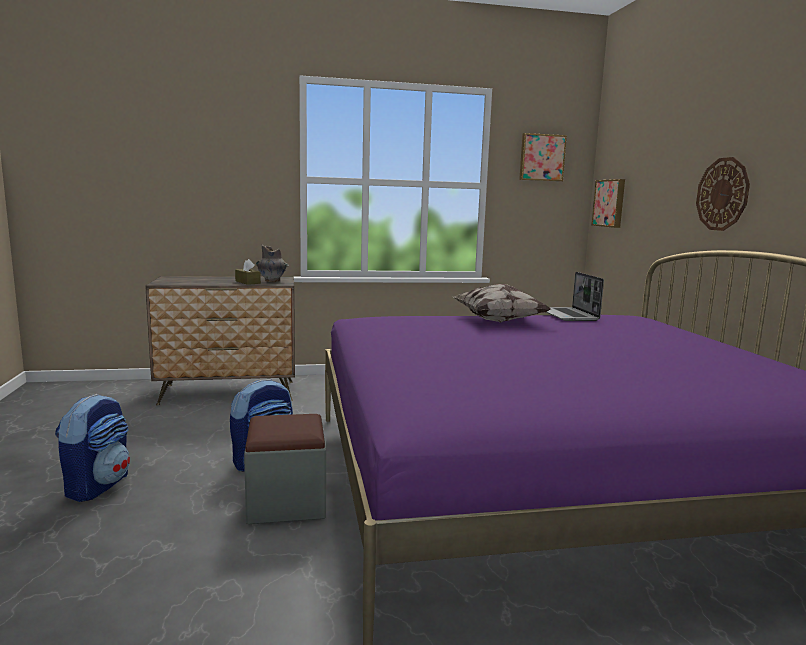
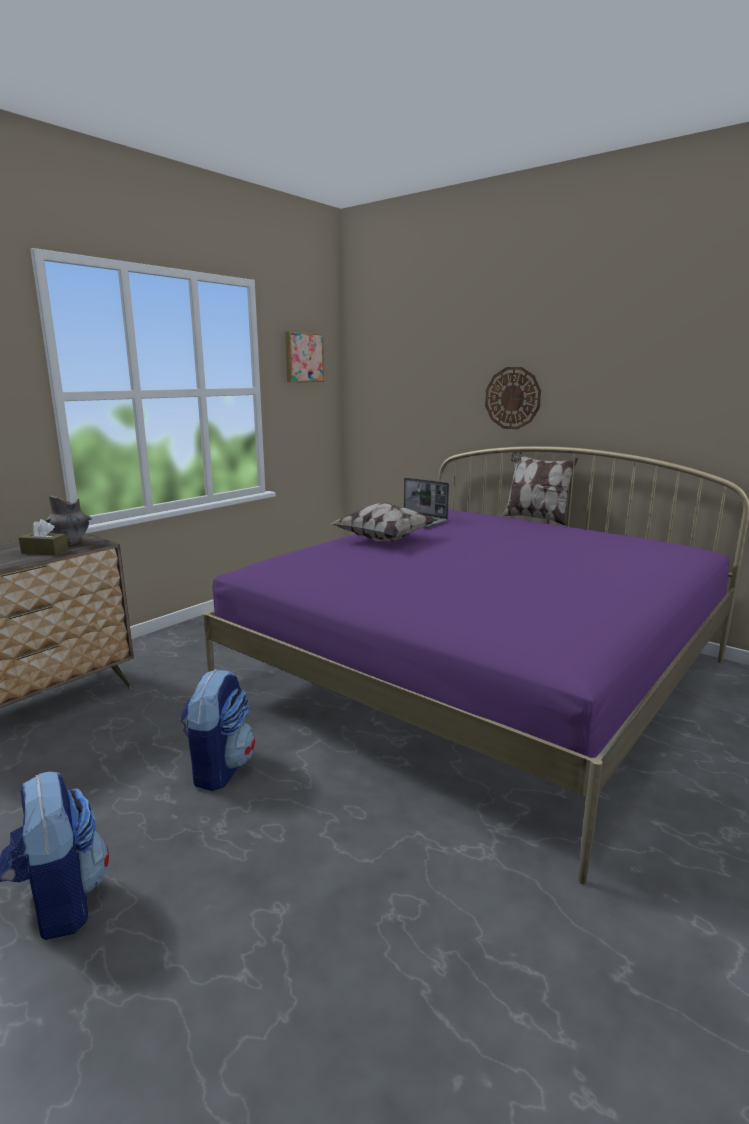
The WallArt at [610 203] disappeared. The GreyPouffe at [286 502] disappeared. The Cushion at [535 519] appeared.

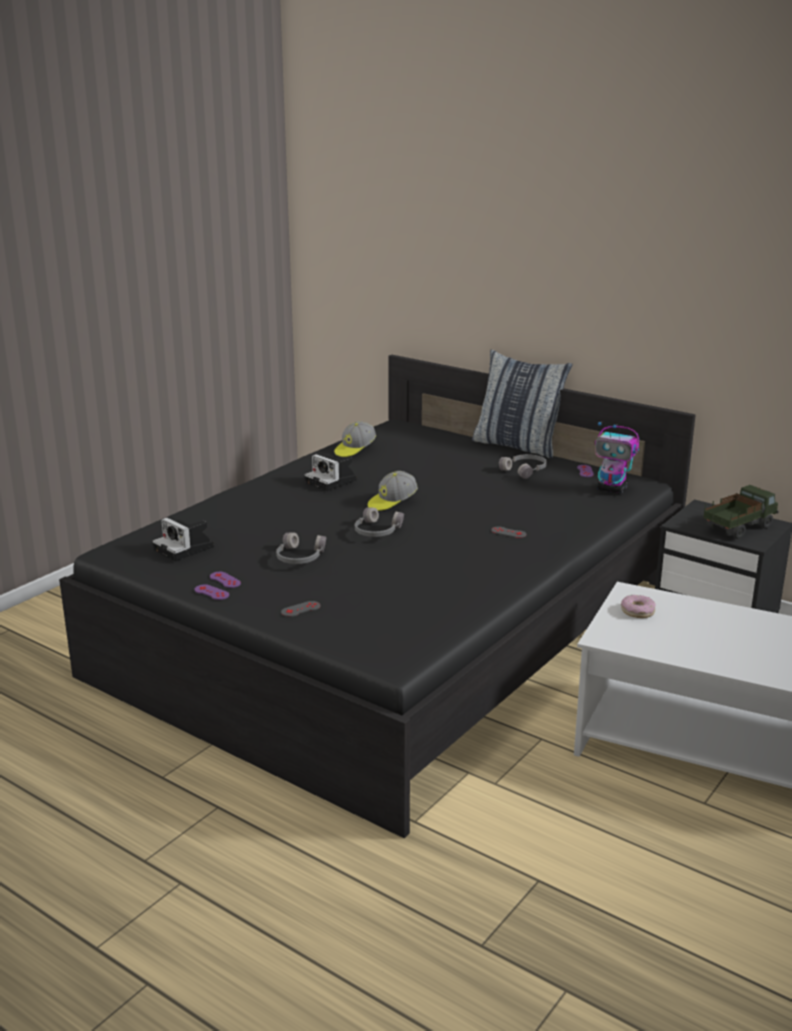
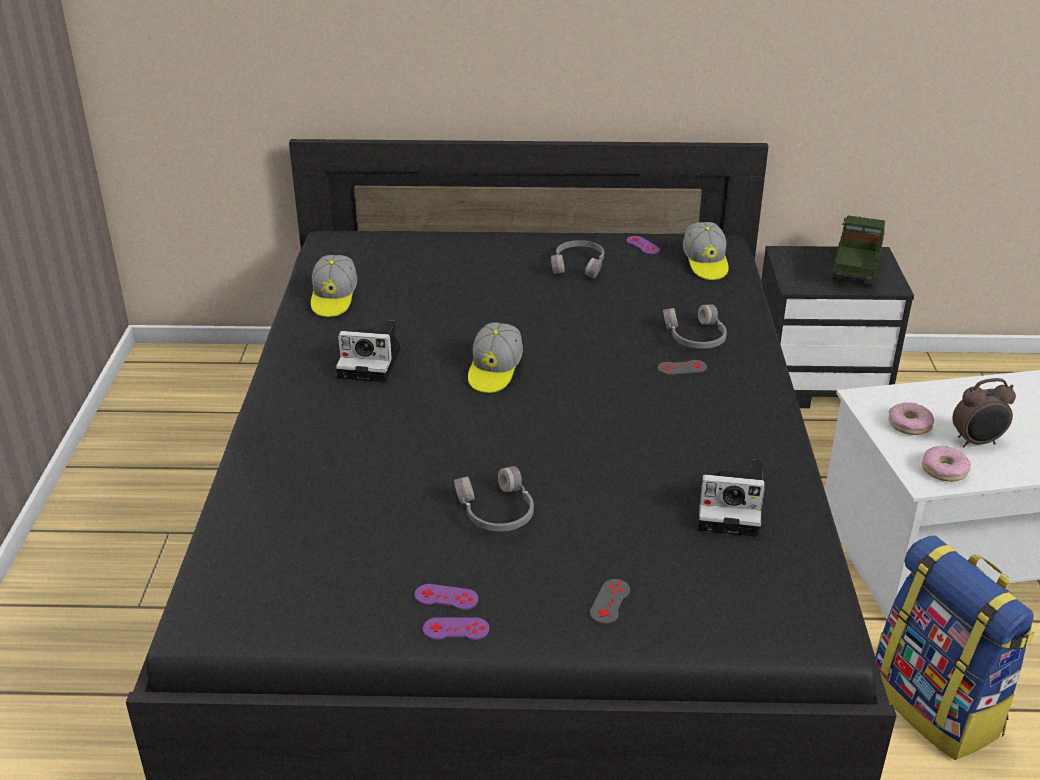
The Cushion at [517 446] disappeared. The ToyRobot at [612 490] was replaced by the PeakedCap at [705 263]. The GreyHeadset moved from [376 531] to [695 337]. The PhotoCamera moved from [186 549] to [732 509]. The TableClock at [977 442] appeared. The Donut at [944 470] appeared. The Backpack at [938 707] appeared.

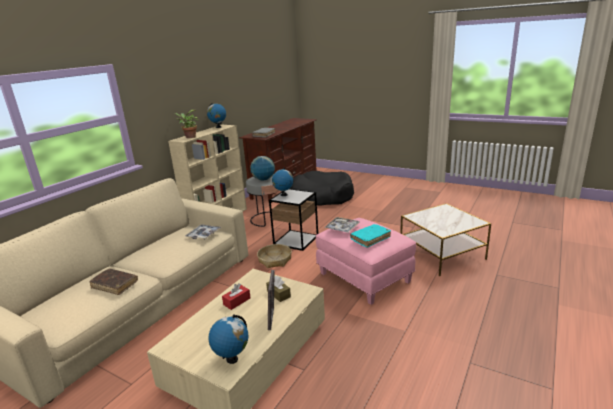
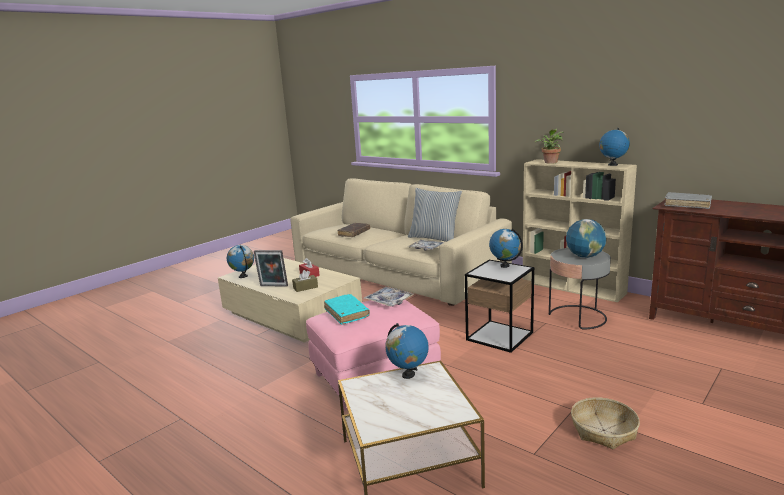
The BlackishPetBed at [322 197] disappeared. The HouseholdBasket moved from [275 260] to [603 430]. The Cushion at [435 238] appeared. The WorldGlobe at [408 375] appeared.

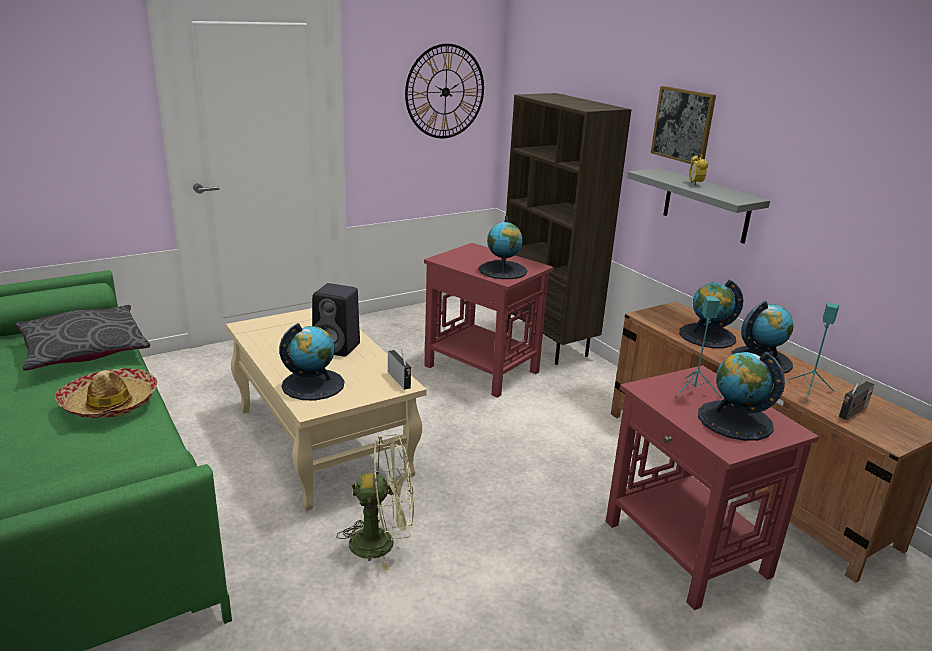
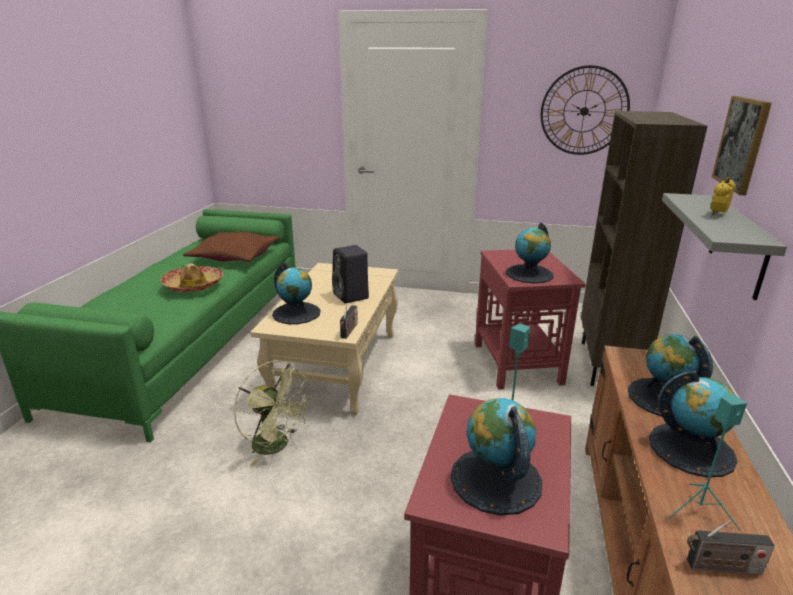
The GreyCushion at [84 350] became the BrownishCushion at [234 256].

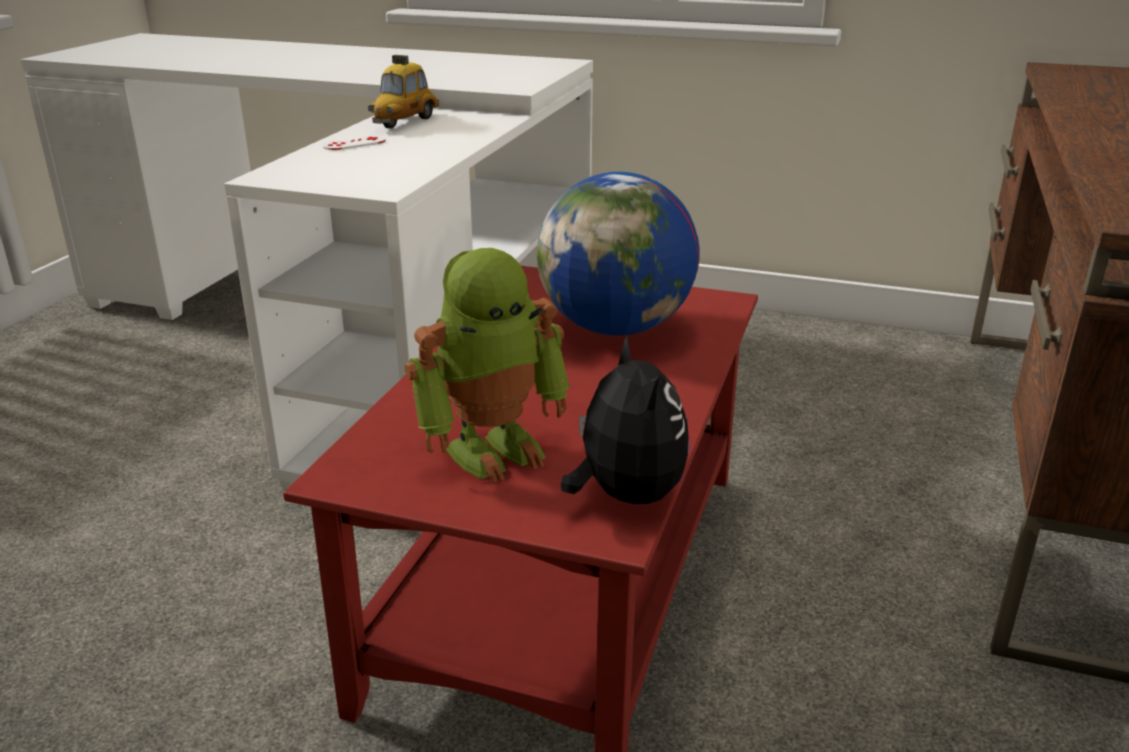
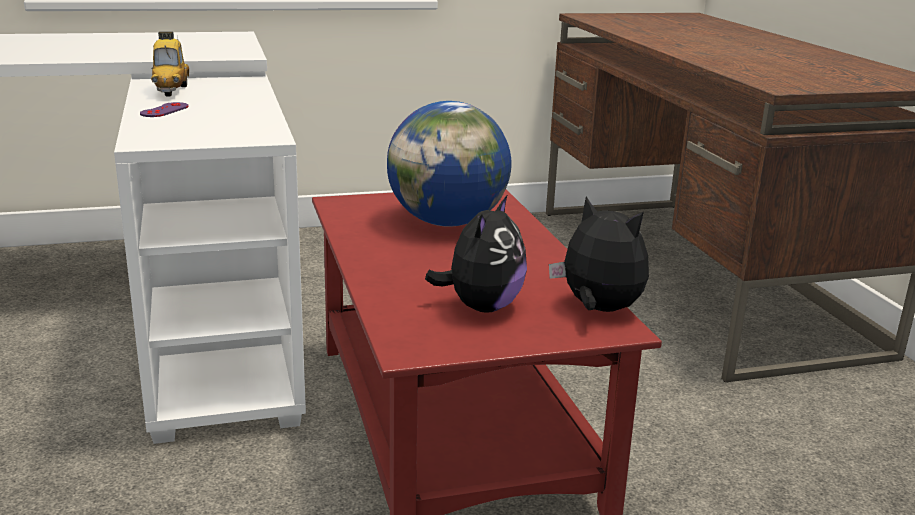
The WhitishJoypad at [354 143] became the PurpleJoypad at [164 110]. The ToyRobot at [493 447] was replaced by the CuddlyToy at [481 307].

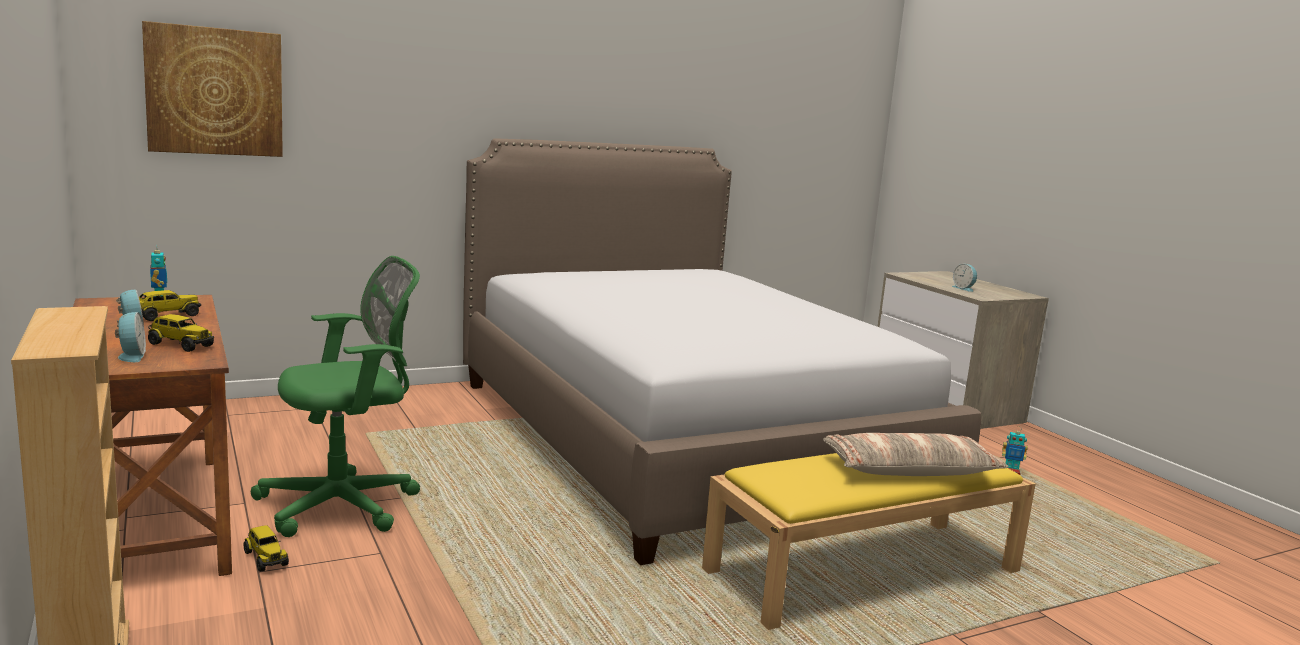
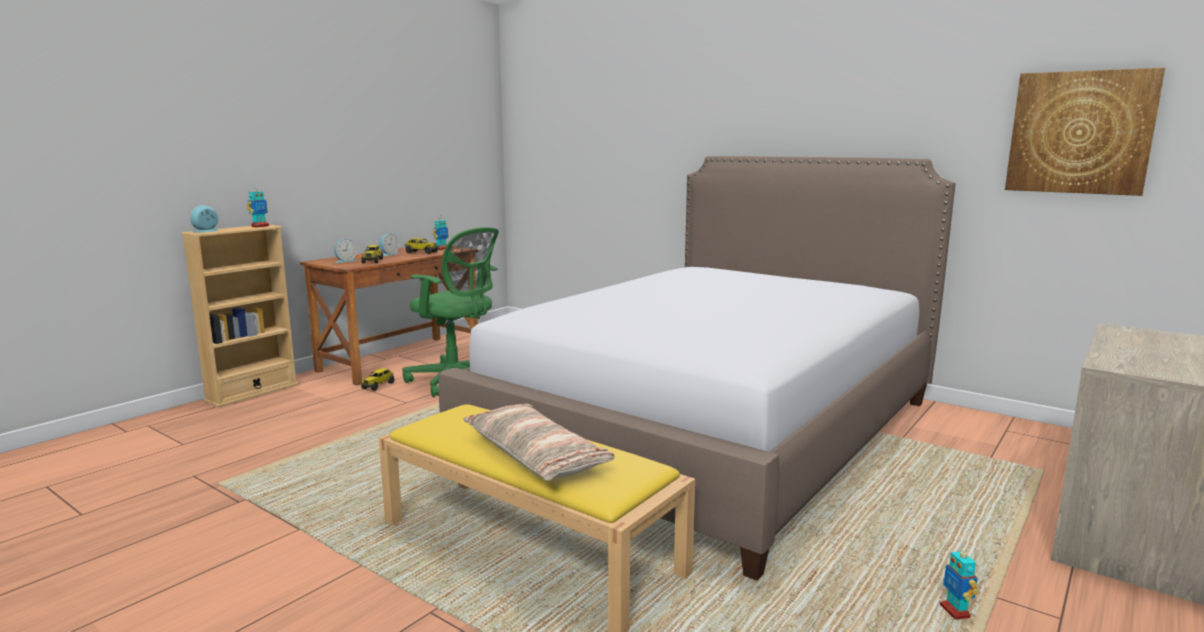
The WallArt moved from [215 91] to [1080 132]. The TableClock moved from [964 288] to [207 231]. The ToyRobot at [260 226] appeared.

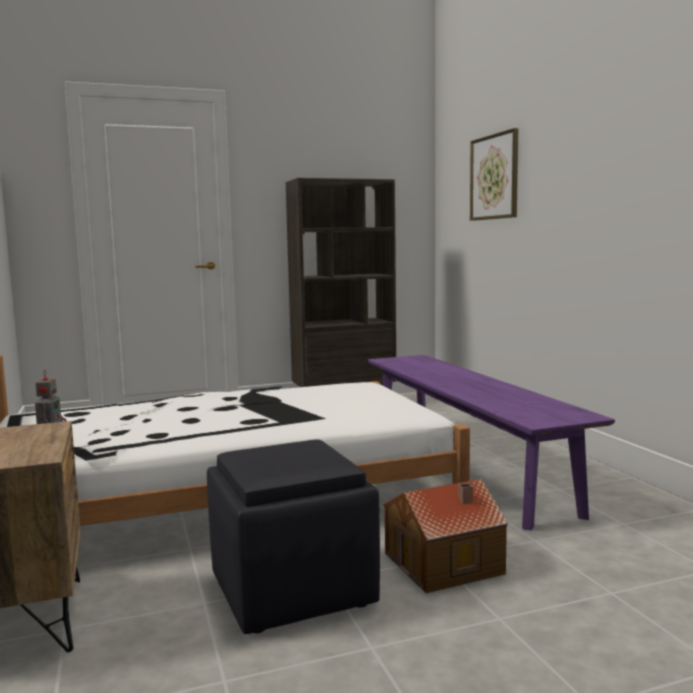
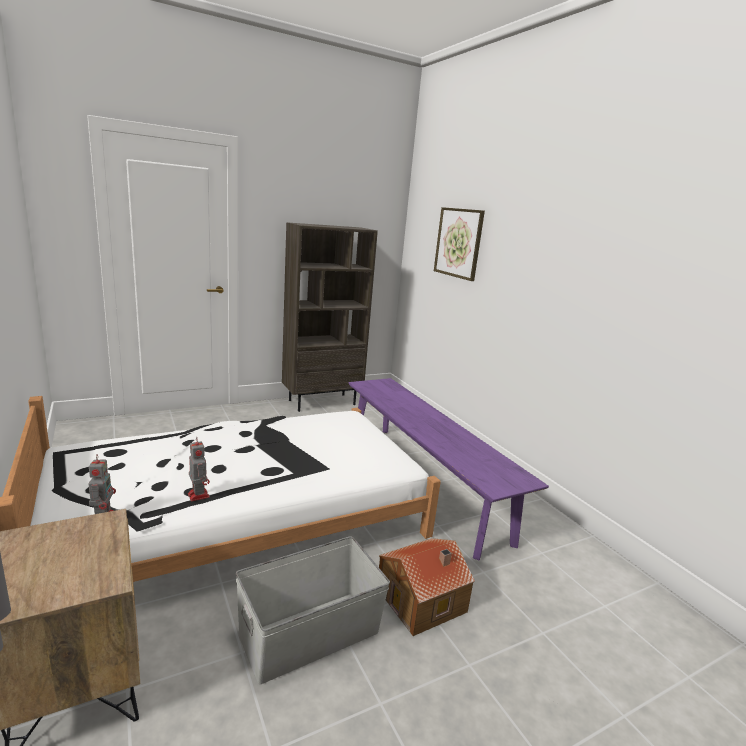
The BlackishPouffe at [290 589] was replaced by the GreyStorageBox at [309 634]. The ToyRobot at [198 495] appeared.

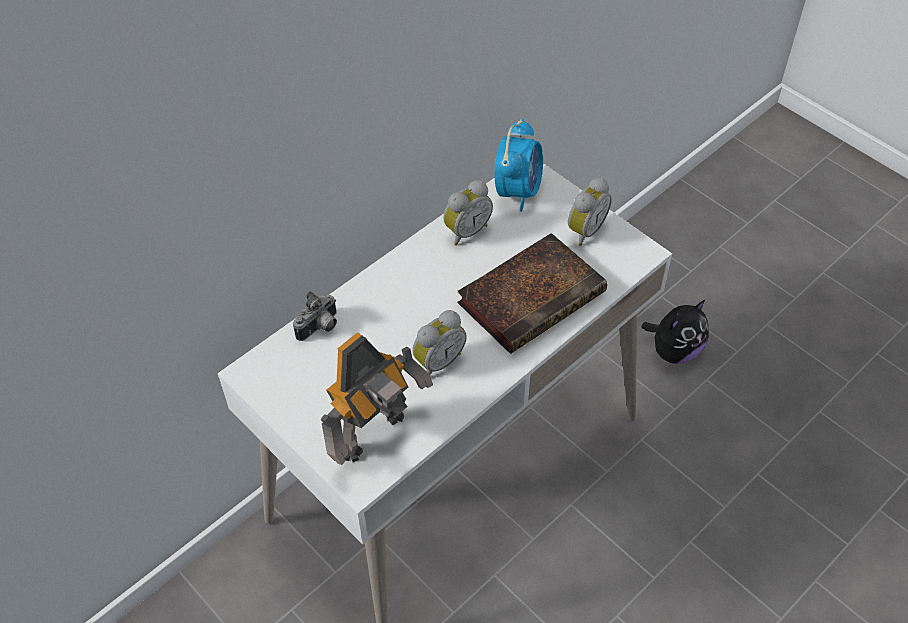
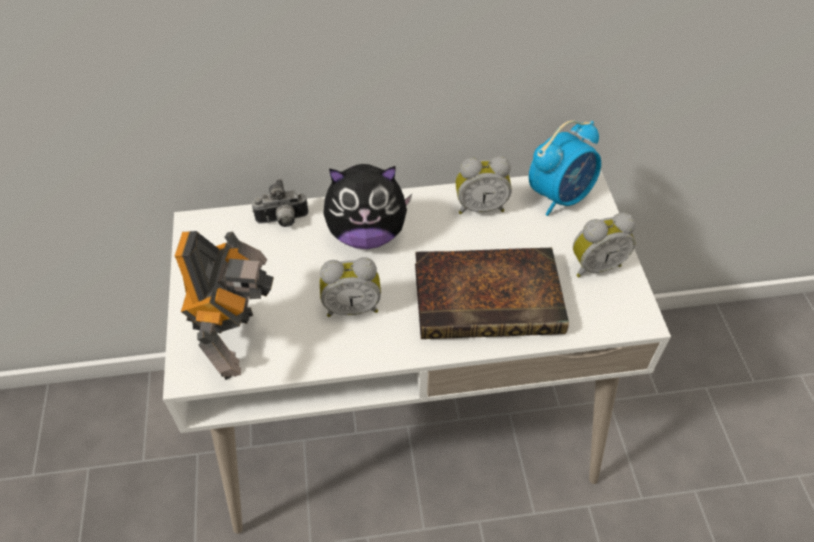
The CuddlyToy moved from [674 351] to [367 234]. The ToyRobot at [376 436] turned 75 degrees counterclockwise.

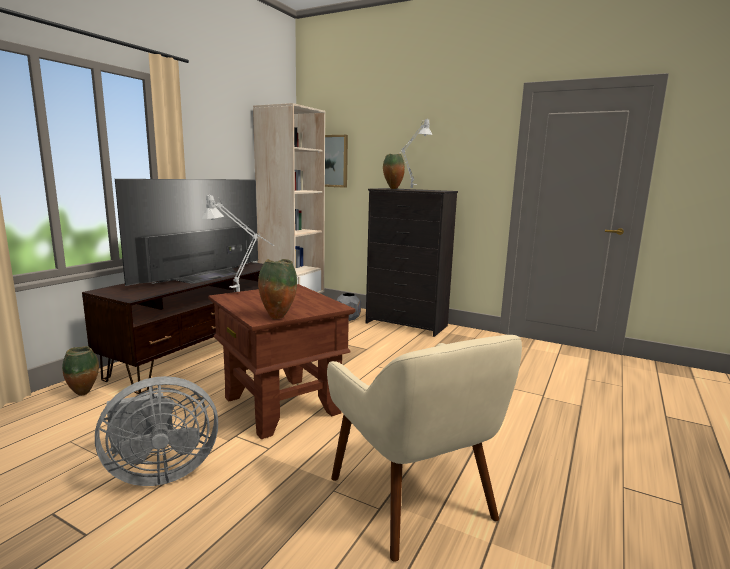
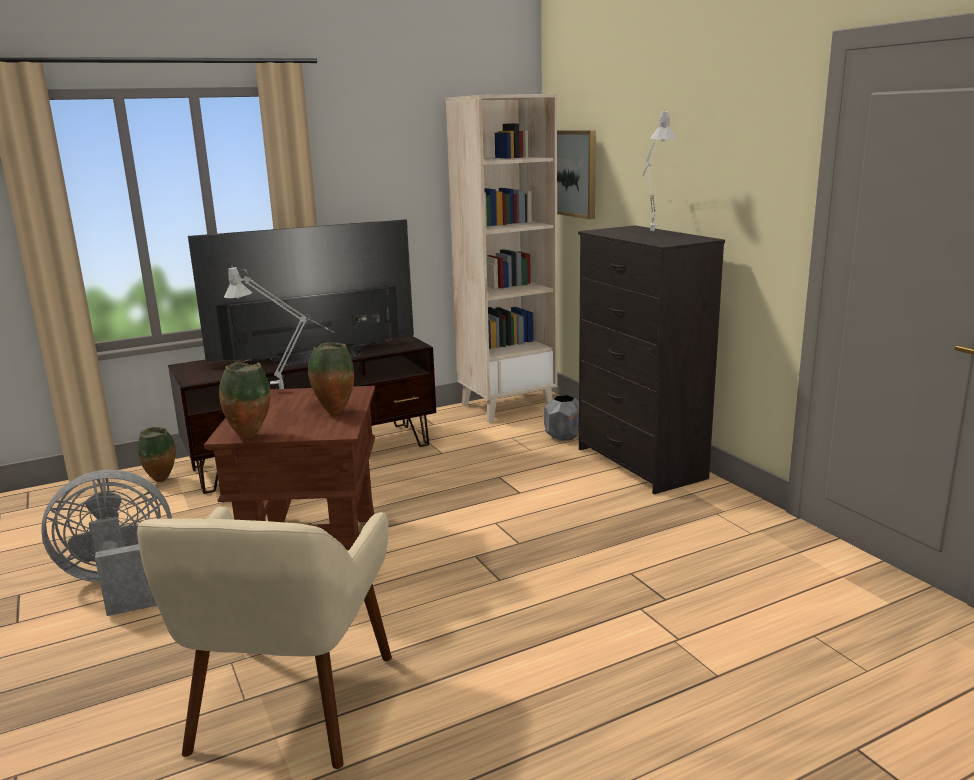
The DecorativeVase moved from [392 189] to [334 412]. The GreyCoolingFan at [159 472] turned 150 degrees clockwise.

